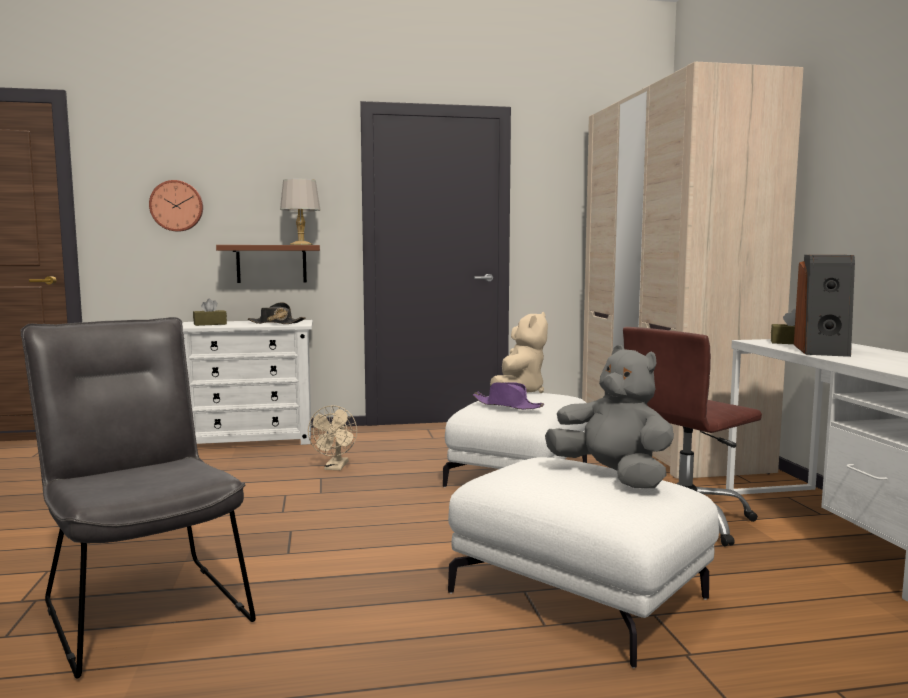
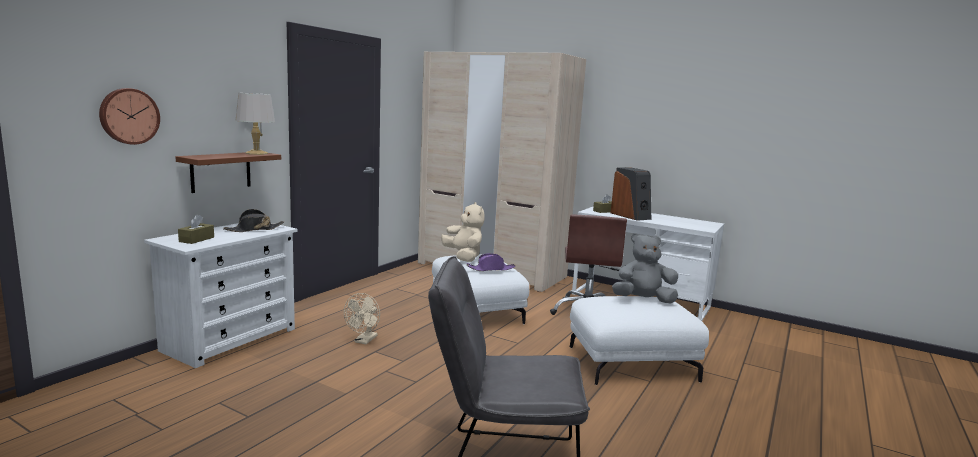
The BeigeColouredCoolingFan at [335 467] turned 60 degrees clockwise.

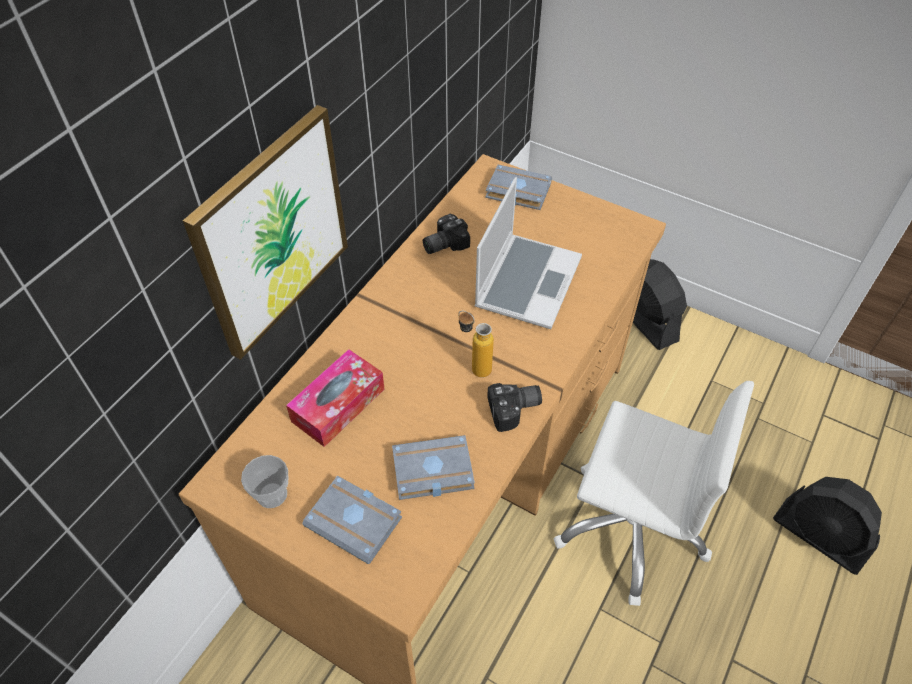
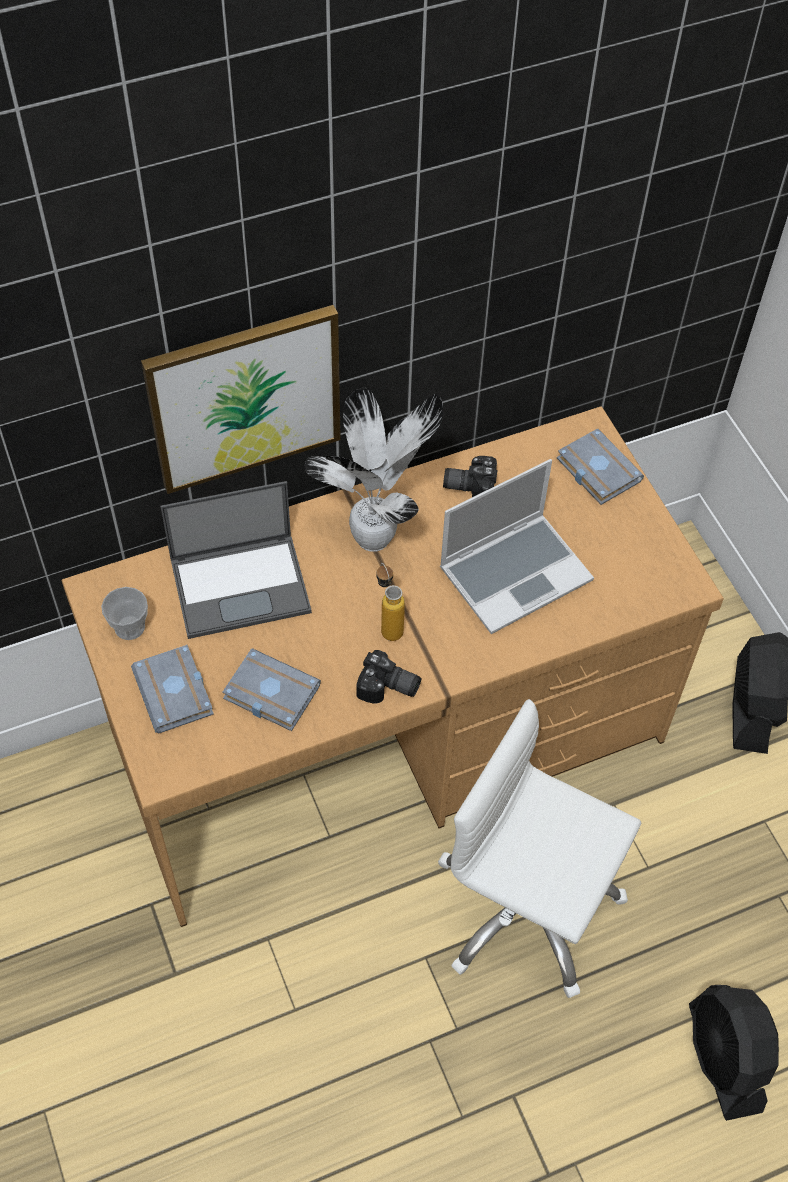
The TissueHolder at [338 405] was replaced by the NotebookComputer at [242 584]. The WhitishOfficeChair at [631 528] turned 150 degrees clockwise. The PlantInAPot at [377 539] appeared.

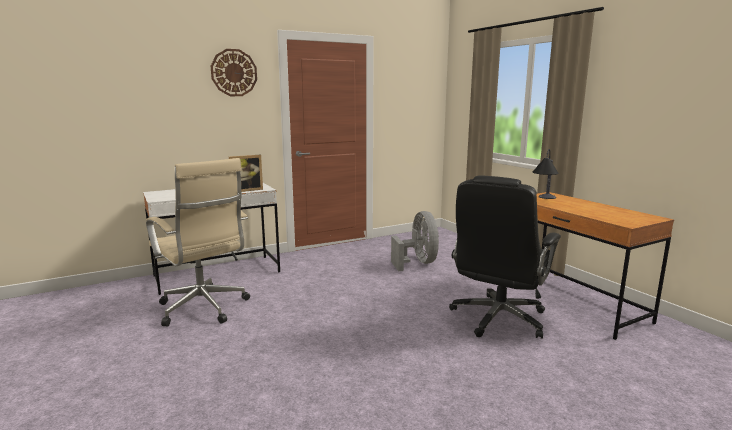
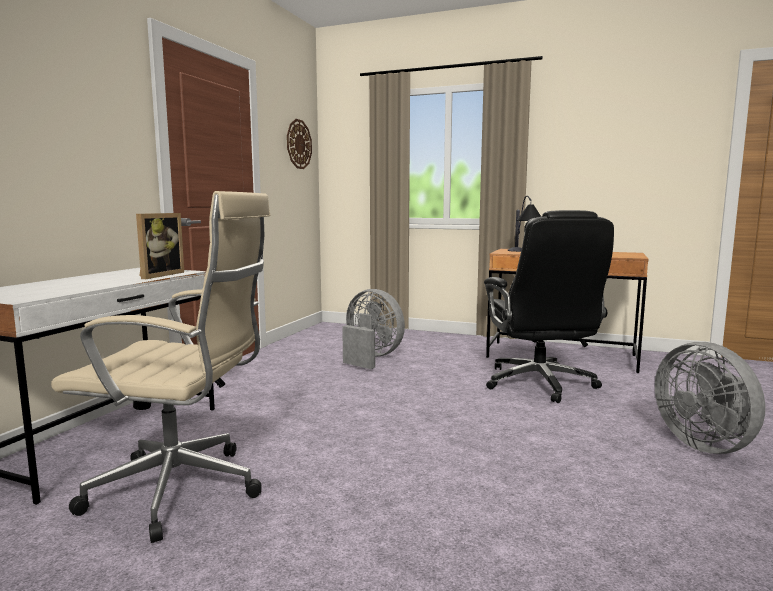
The WallClock moved from [234 73] to [298 144]. The GreyCoolingFan at [706 444] appeared.

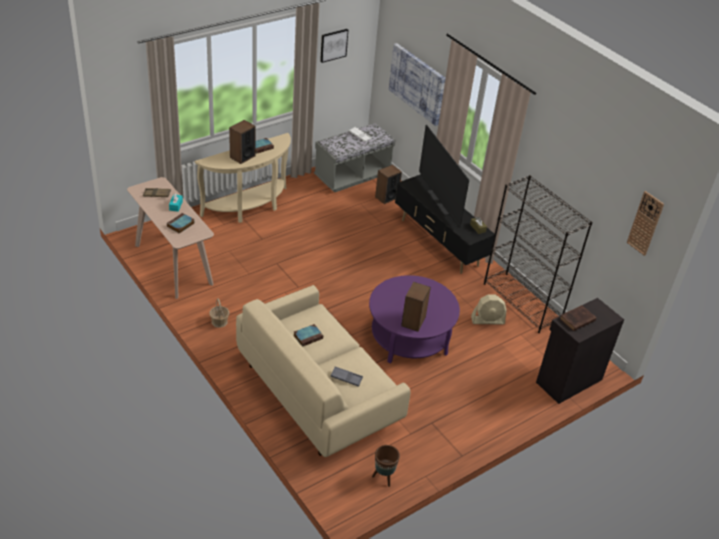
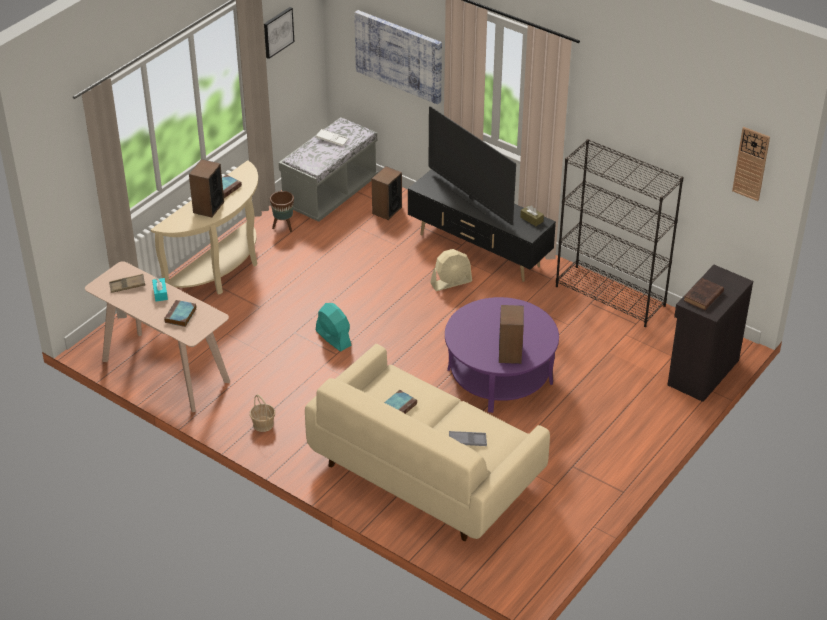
The BeigeColouredCoolingFan moved from [488 320] to [451 282]. The BrownishPlantPot moved from [383 477] to [283 227]. The TurquoiseCoolingFan at [333 338] appeared.

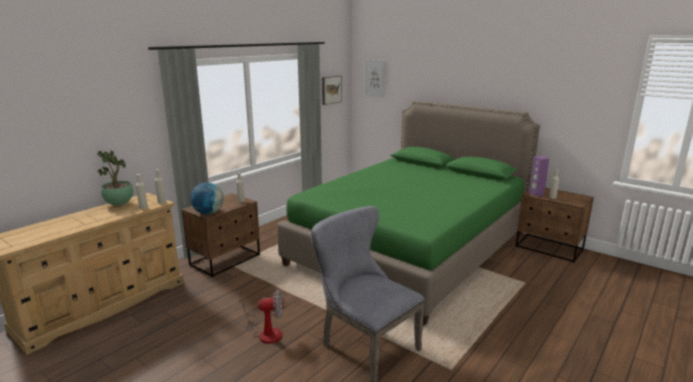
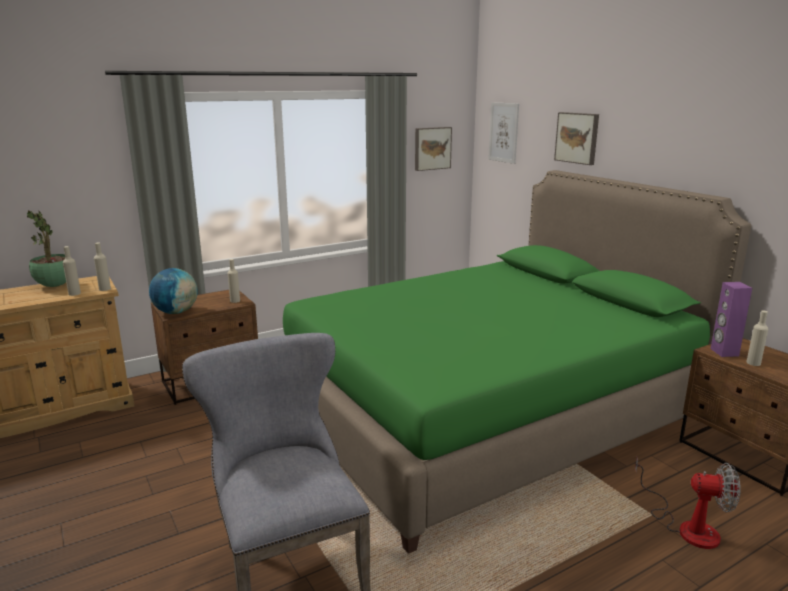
The CoolingFan moved from [265 332] to [687 526]. The WallArt at [577 138] appeared.

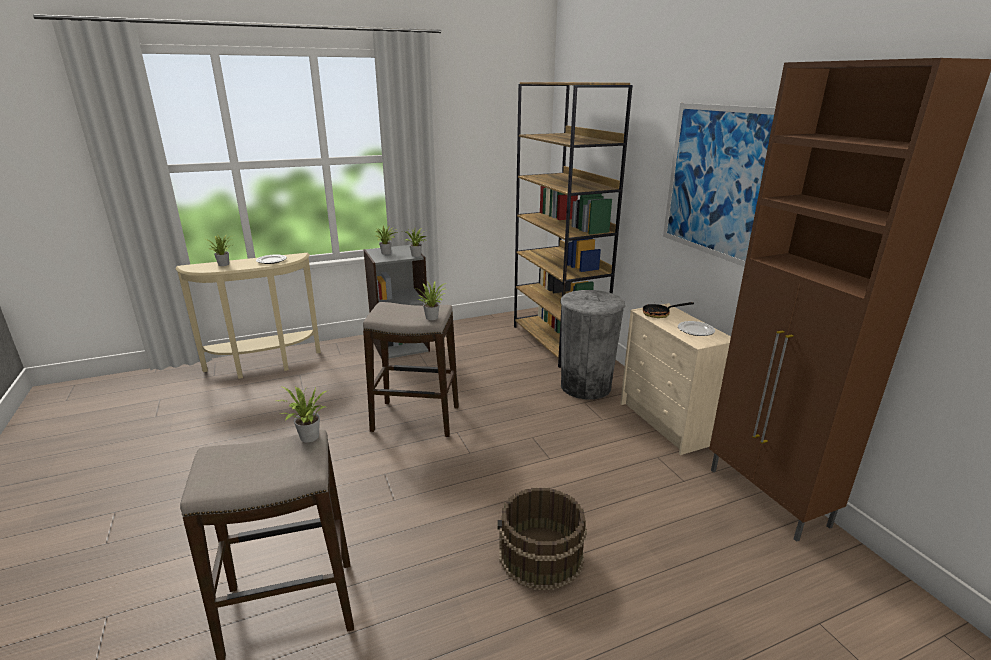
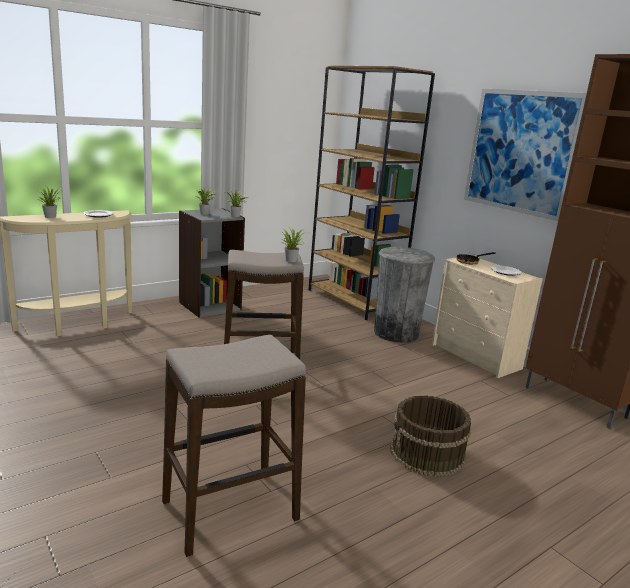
The PlantInAPot at [308 438] disappeared.

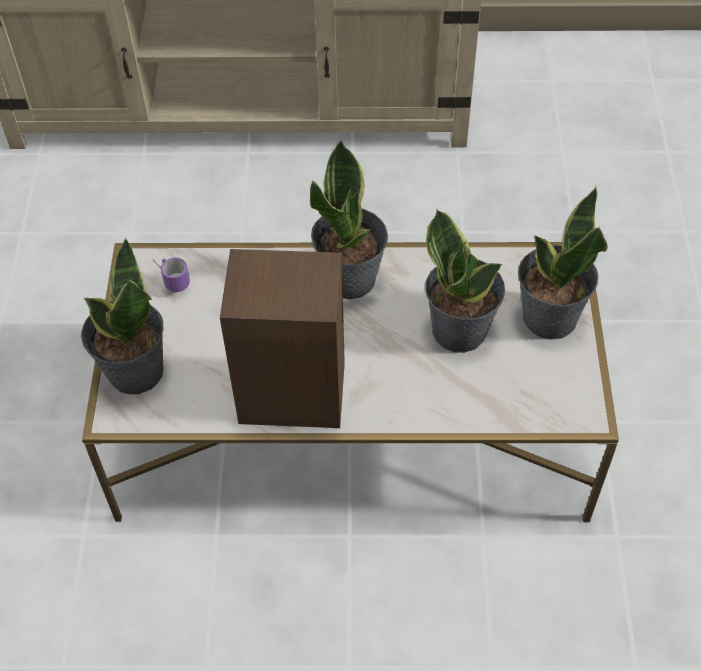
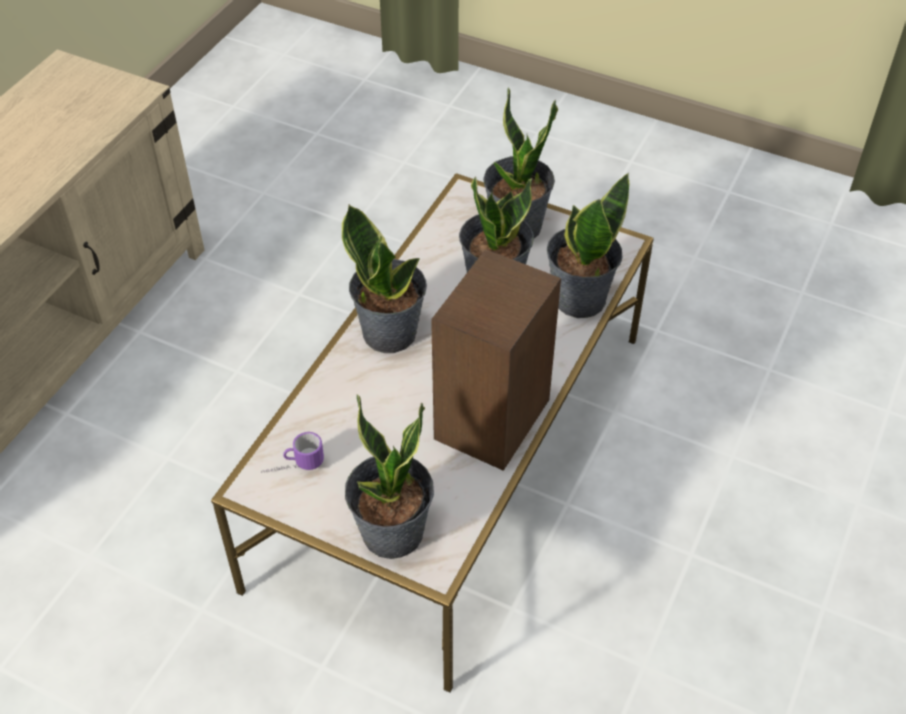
The PlantInAPot at [578 298] appeared.

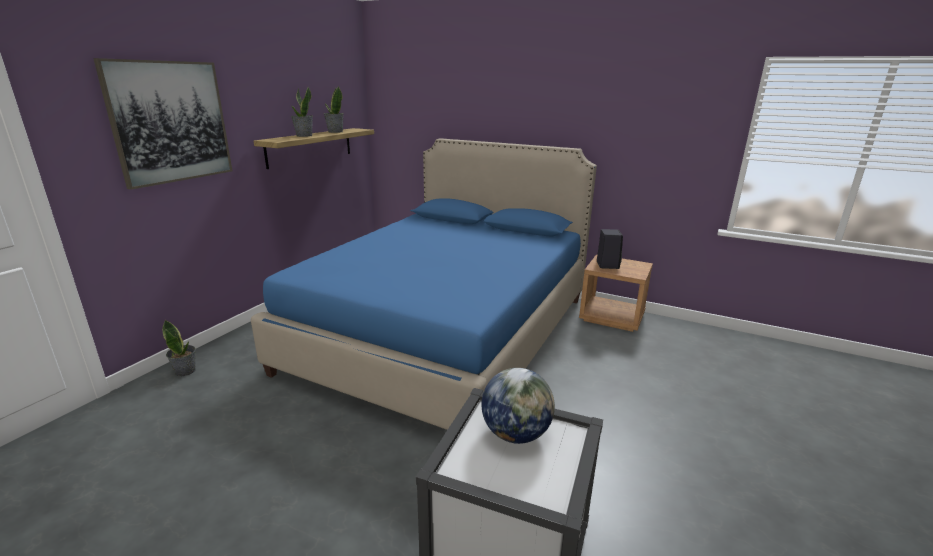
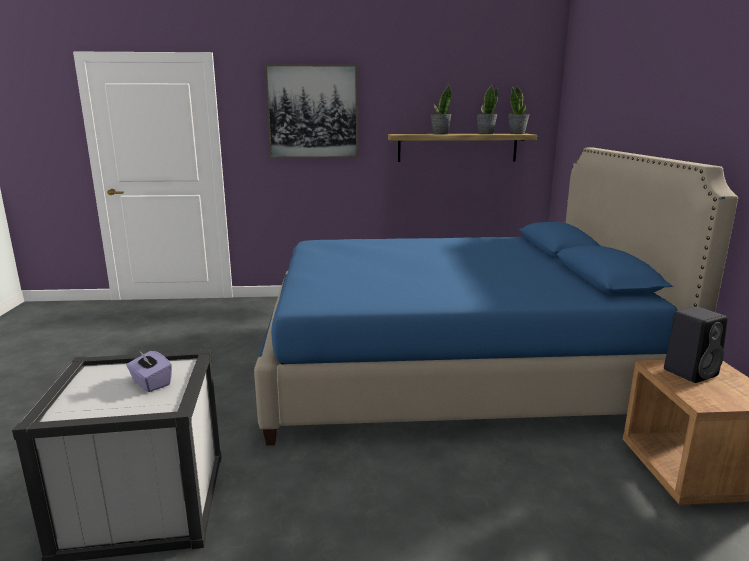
The PlantInAPot moved from [185 371] to [517 133]. The WorldGlobe at [516 434] was replaced by the PurpleTissueHolder at [150 383].

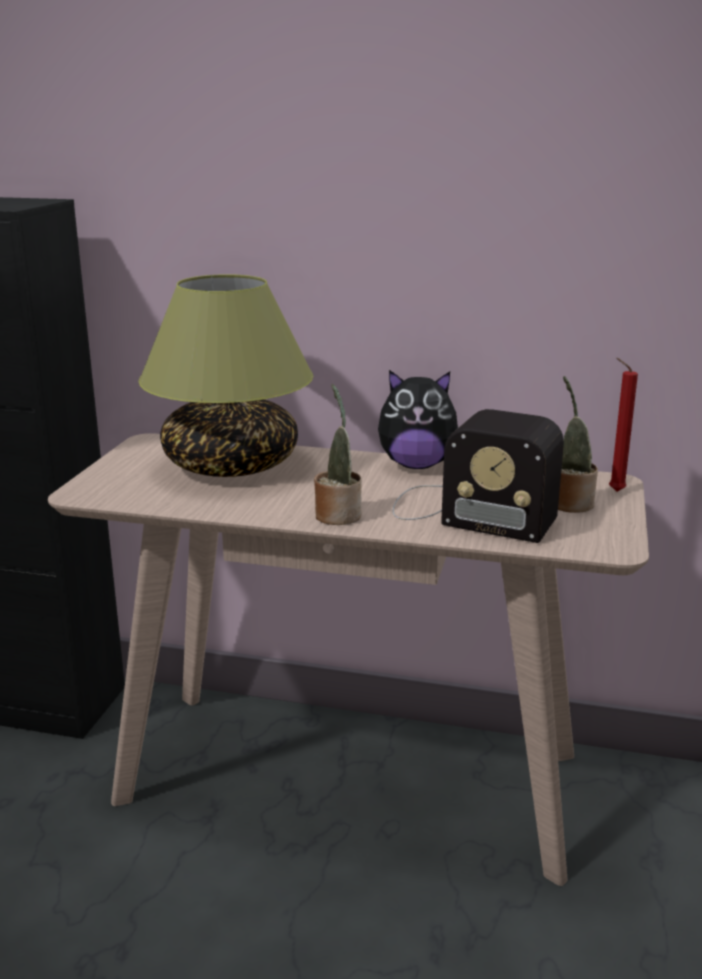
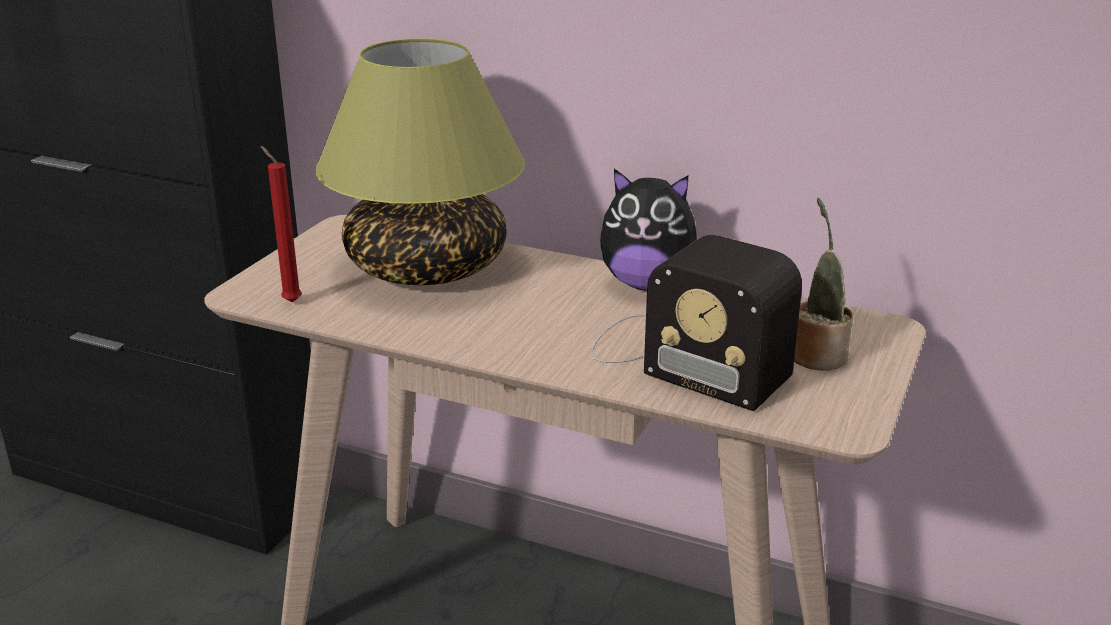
The ReddishWaxLight moved from [613 491] to [289 301]. The PlantInAPot at [338 514] disappeared.

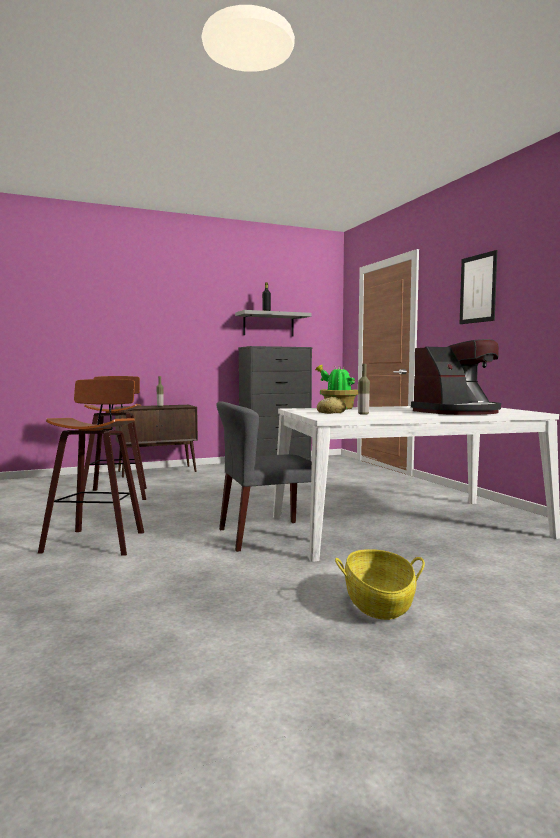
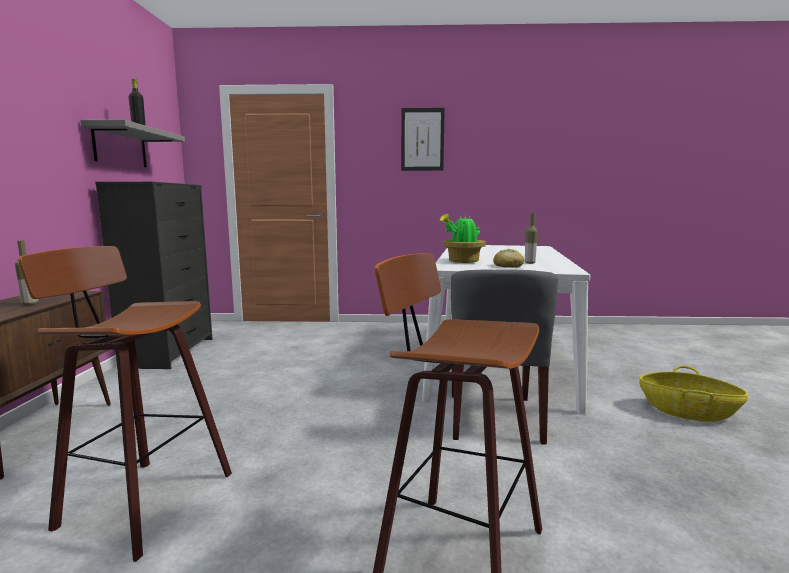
The CoffeeBrewer at [457 412] disappeared.

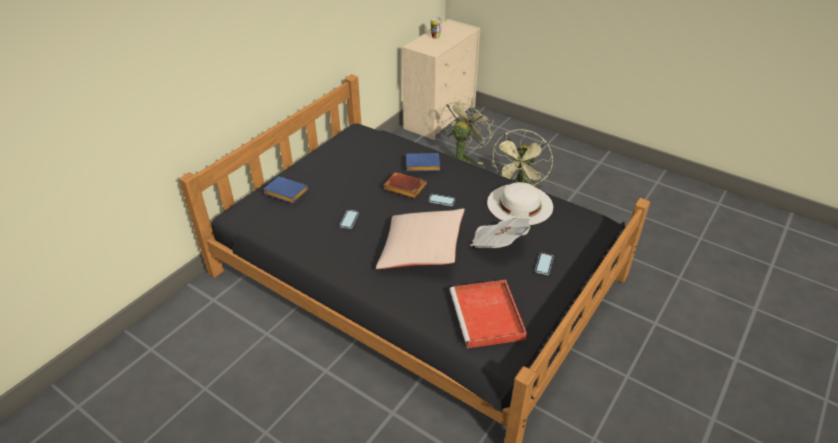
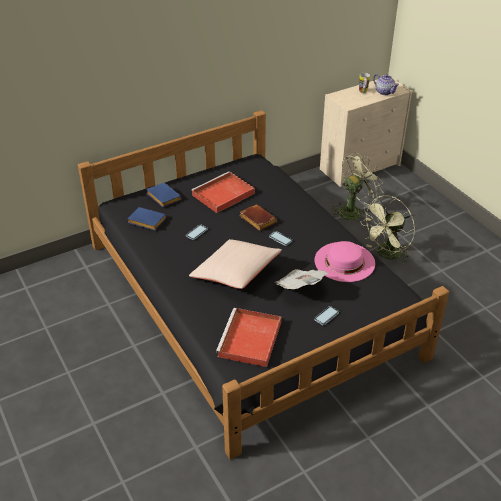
The BlueColouredVolume moved from [421 166] to [145 221]. The WhitishWearableHat at [520 204] became the PinkColouredWearableHat at [344 261]. The Teapot at [384 92] appeared. The ReddishCarryingTray at [222 195] appeared.

